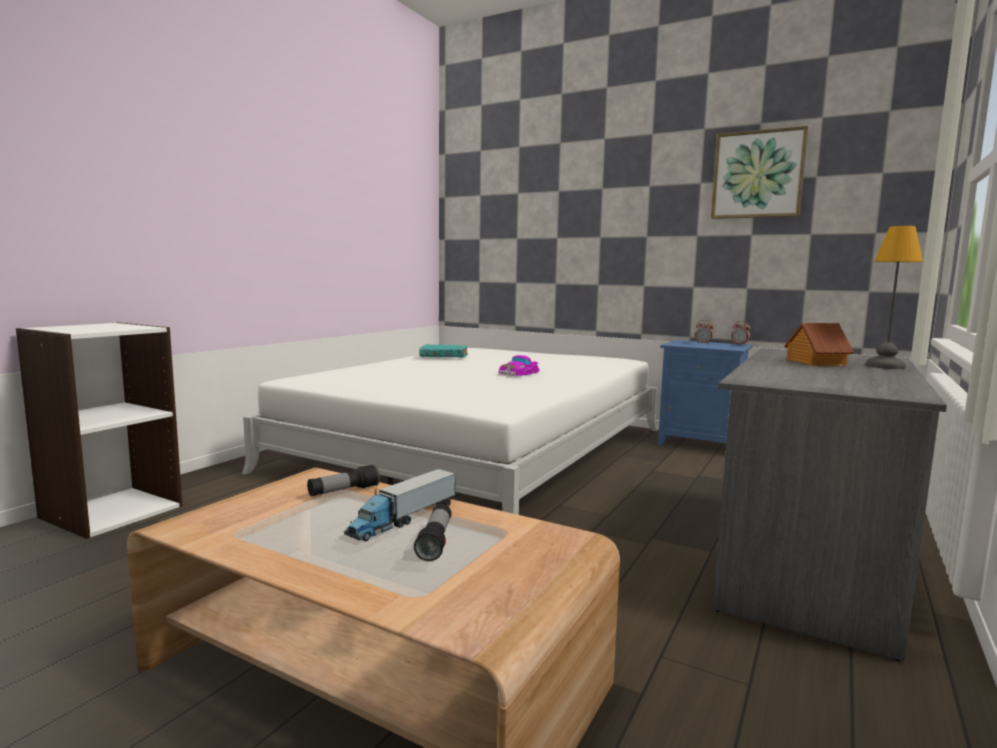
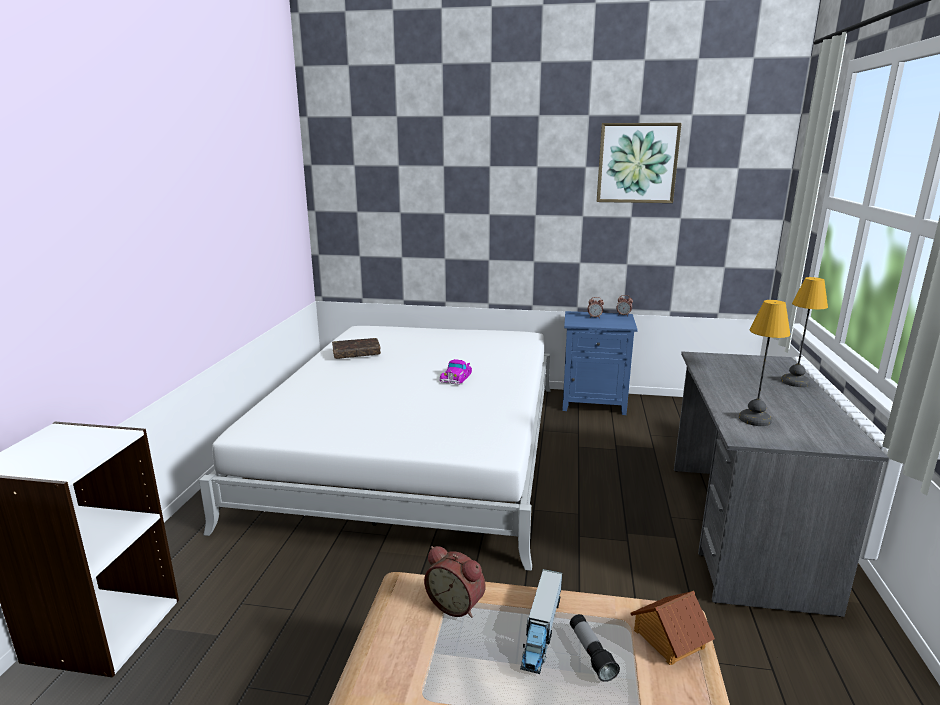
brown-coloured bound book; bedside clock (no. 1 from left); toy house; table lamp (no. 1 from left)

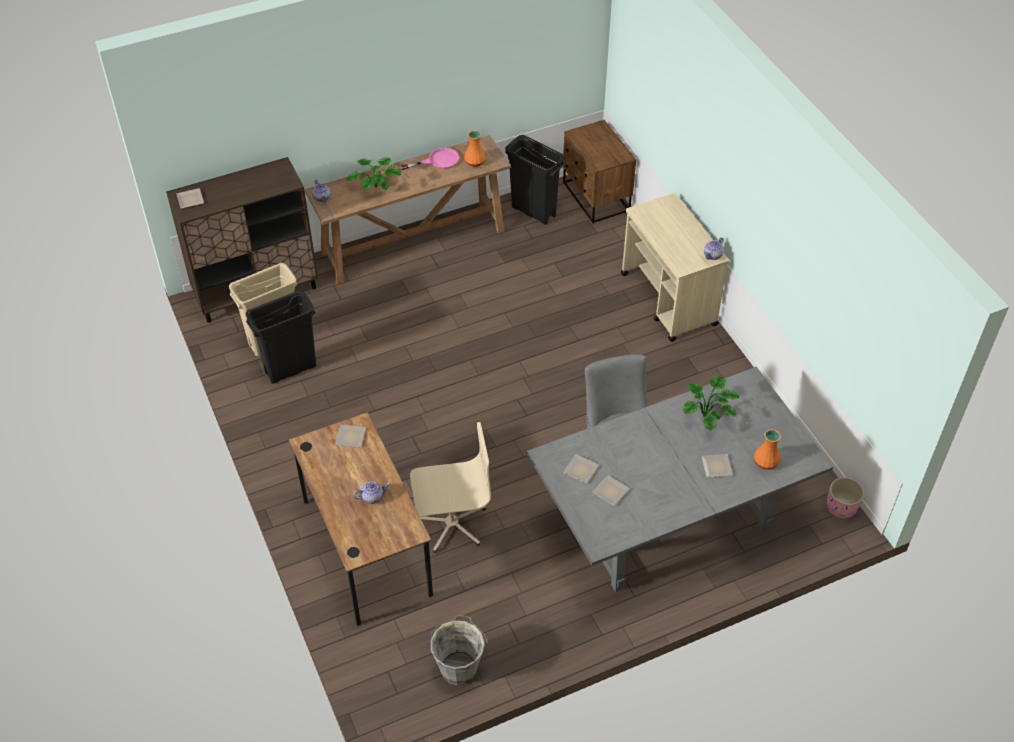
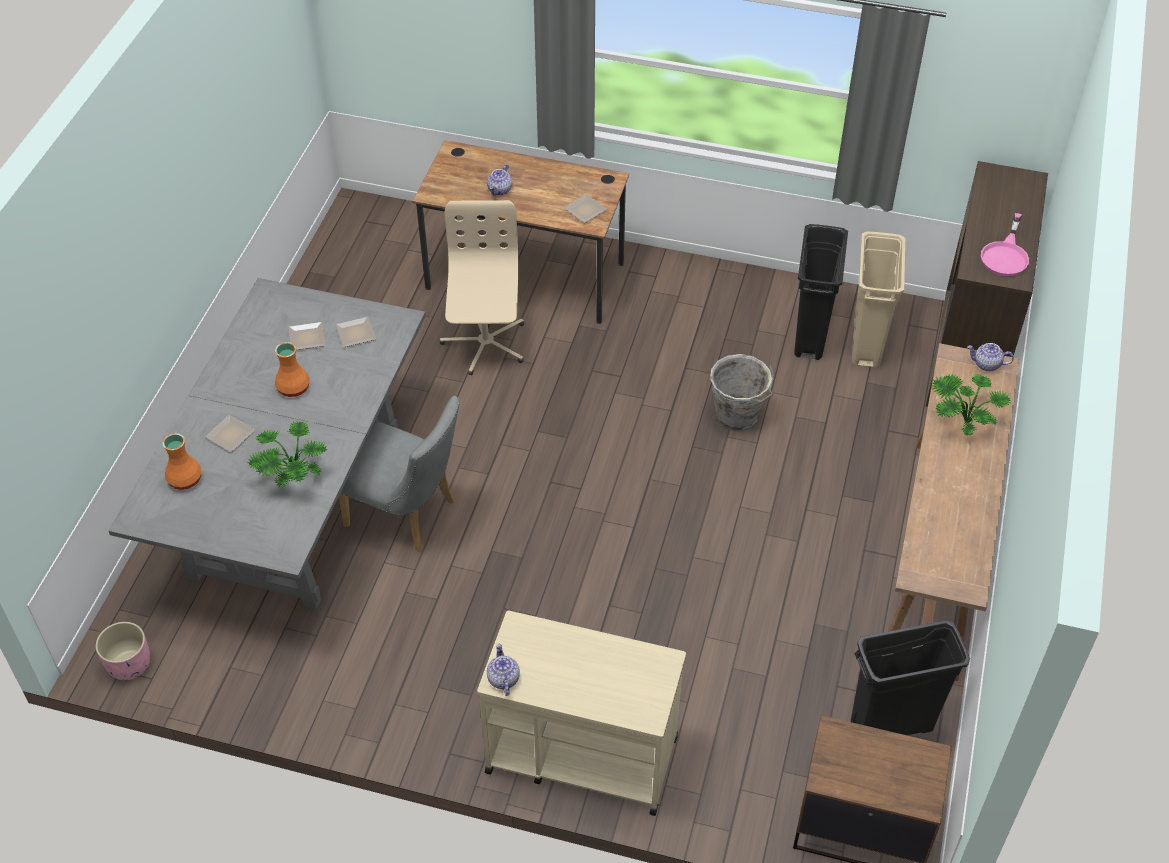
orange flower vase (no. 2 from left); beige office chair; greyish pail; pink pan; plate (no. 1 from left in the first image)

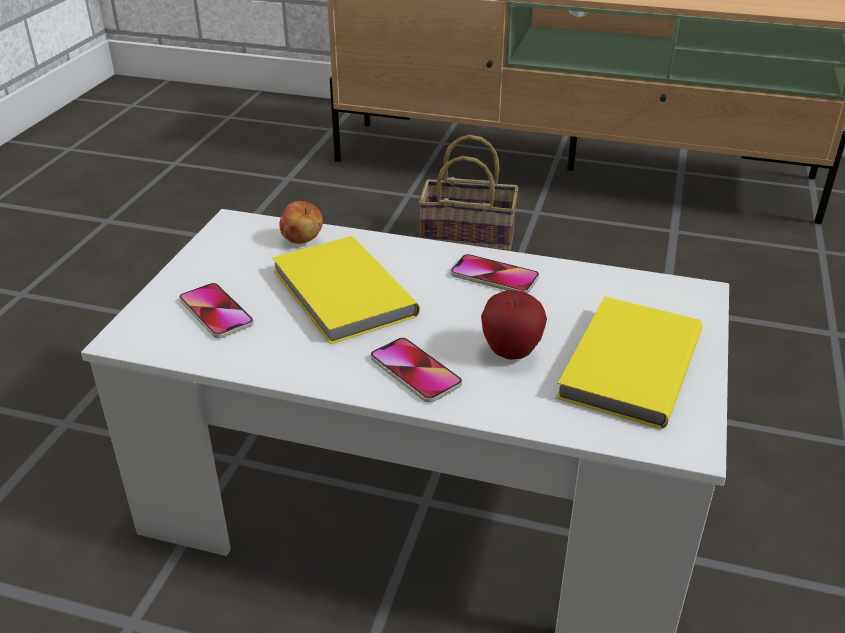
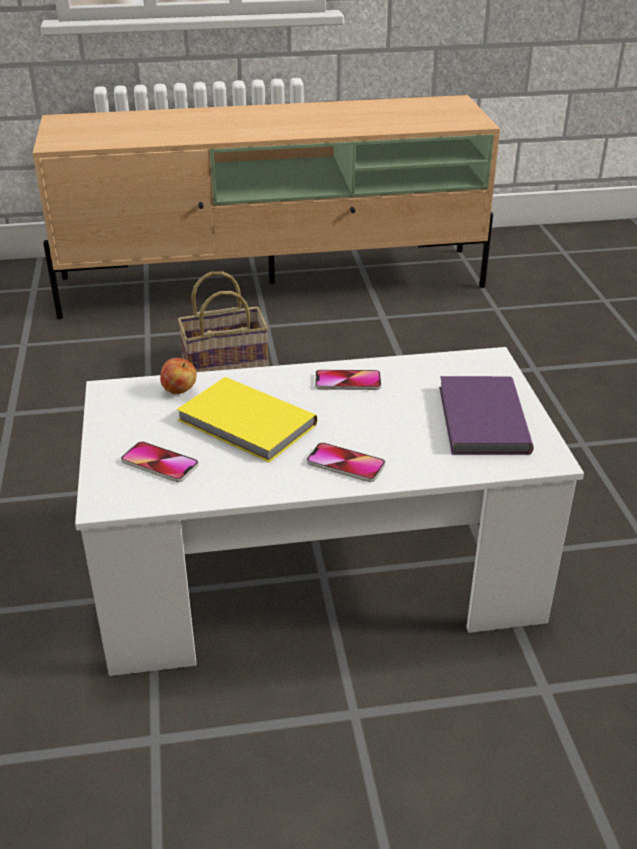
purple-coloured bound book; apple (no. 2 from left in the first image)

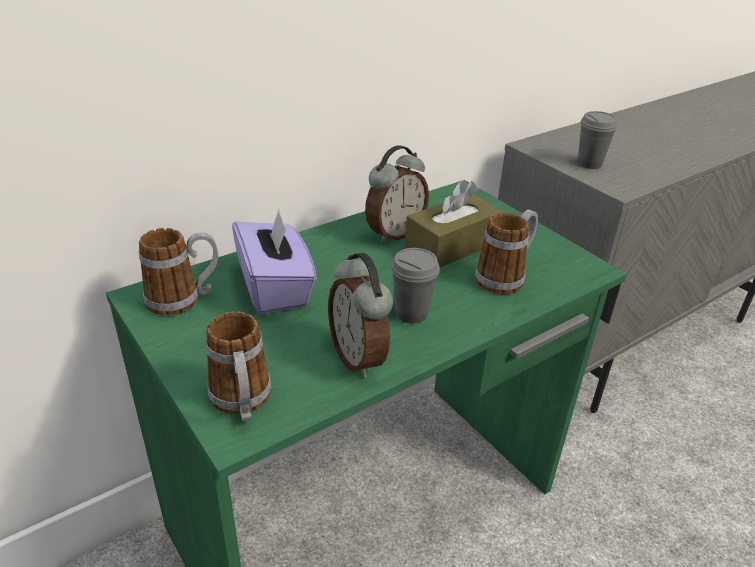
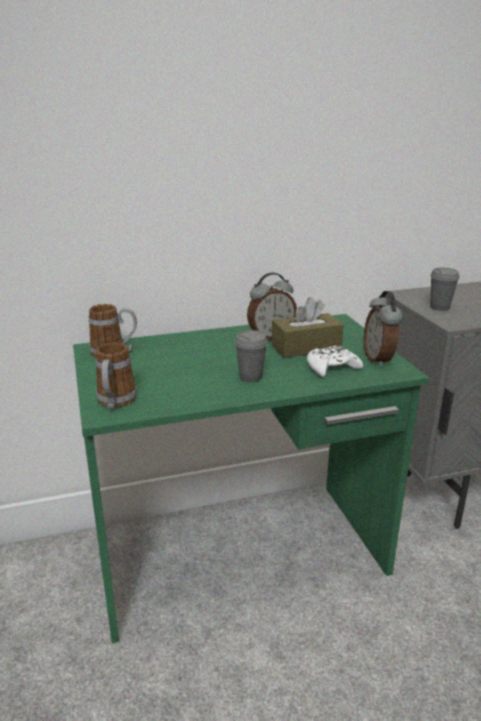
white game controller; bedside clock (no. 2 from left); purple-coloured tissue box

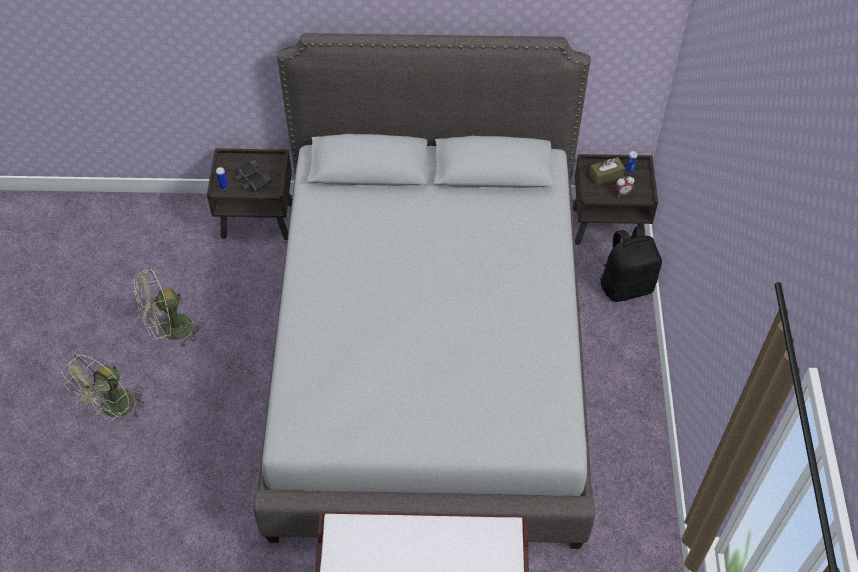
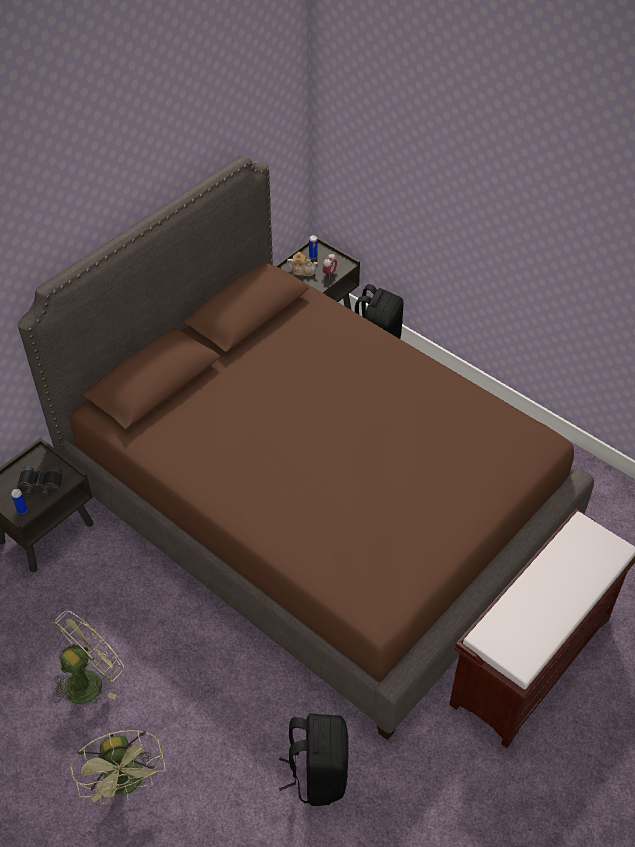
brown-coloured sleeping bed; greenish cooling fan (no. 1 from left); black-coloured backpack (no. 1 from left); teapot

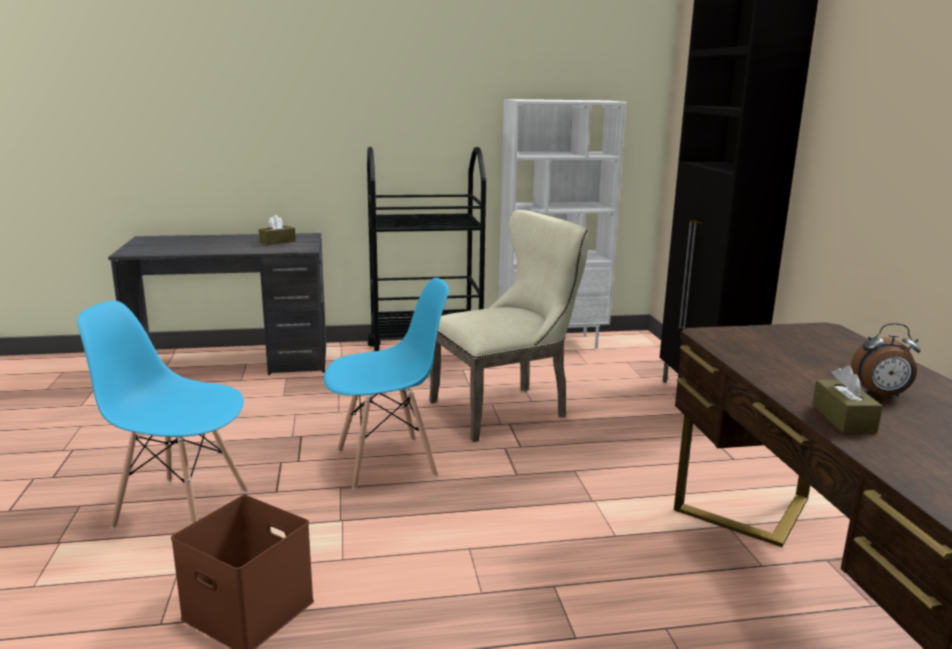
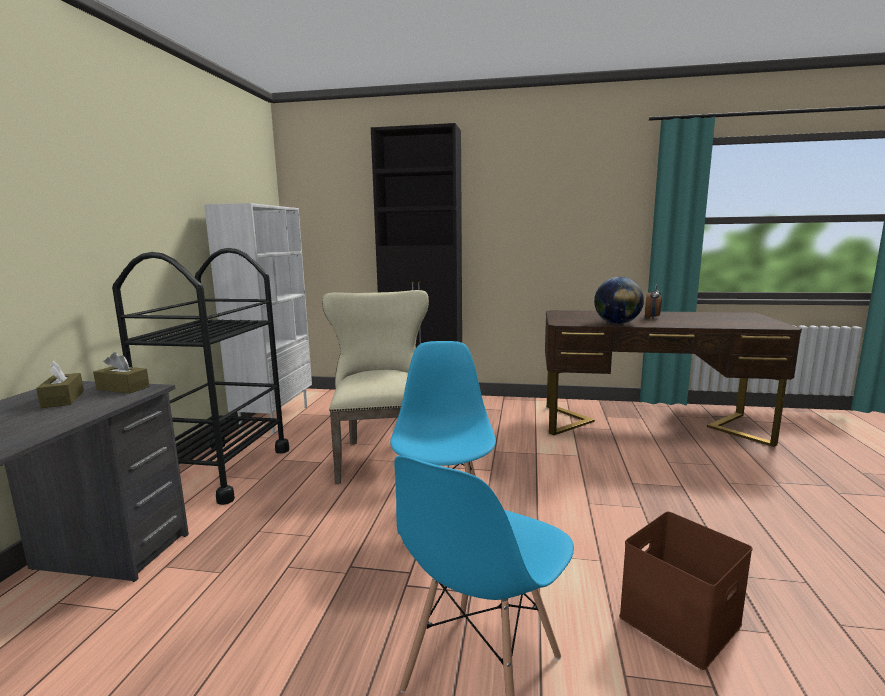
brown-coloured tissue box (no. 2 from left); desk globe

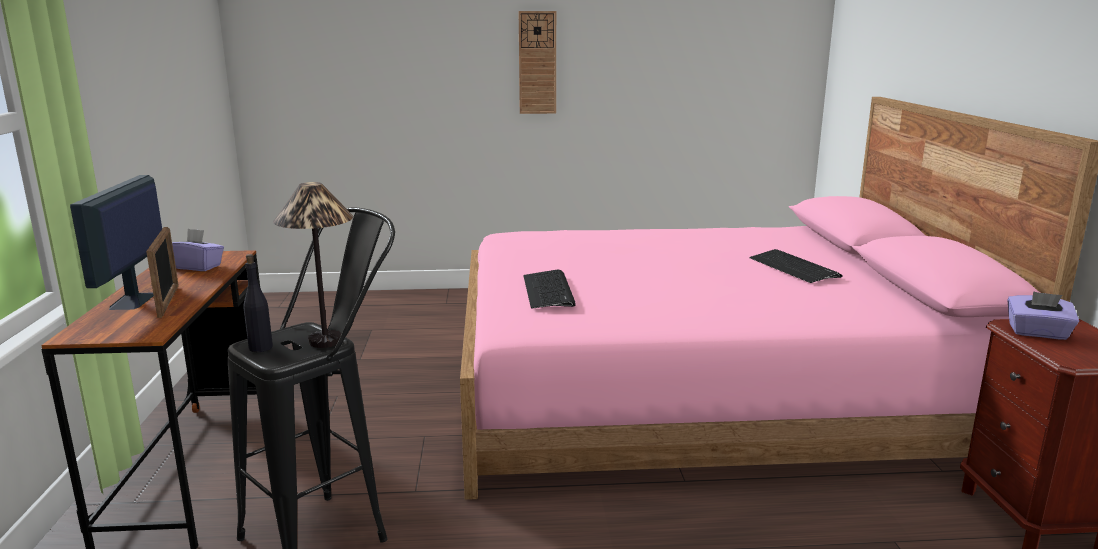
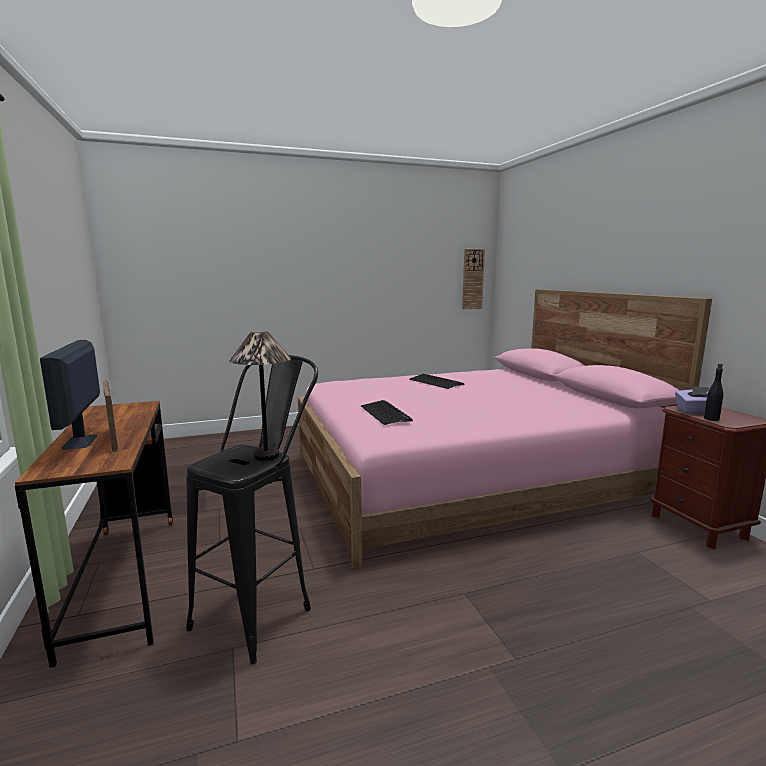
PC keyboard (no. 2 from left); clock on the wall; black-coloured bottle; purple-coloured tissue box (no. 1 from left in the first image)

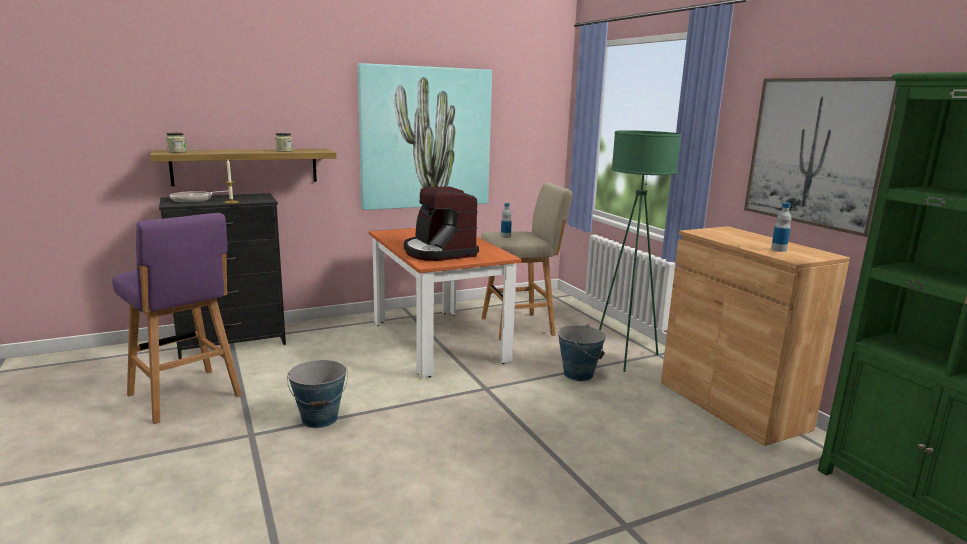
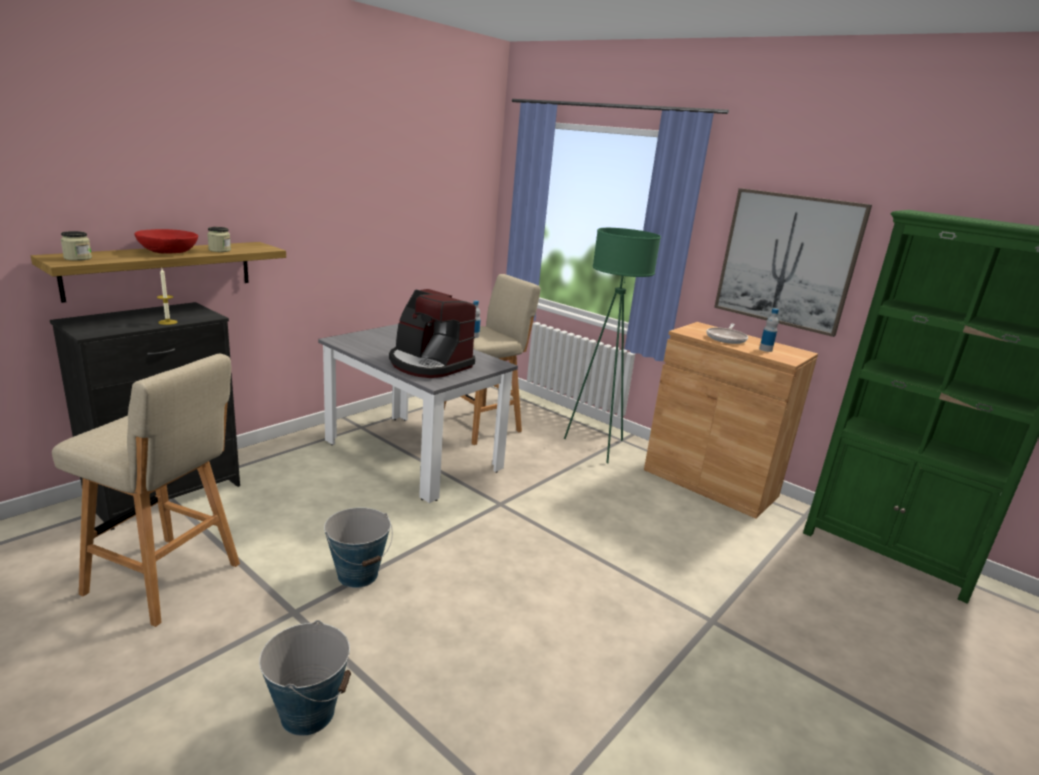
beige sitting stool (no. 1 from left); reddish deep dish; pail (no. 1 from left); greyish kitchen table; pan; wall picture (no. 1 from left in the first image)

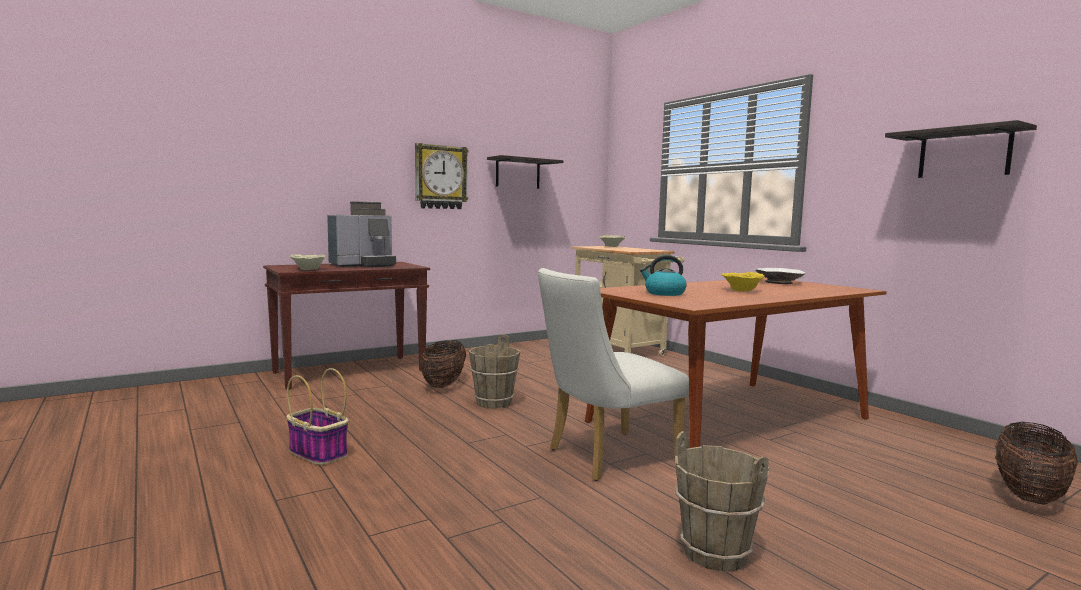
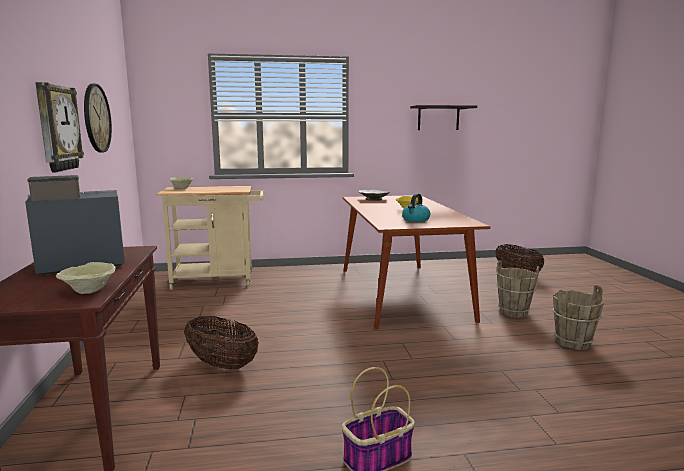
coffee machine; clock on the wall (no. 2 from left); brown-coloured pail (no. 1 from left); white upright chair

